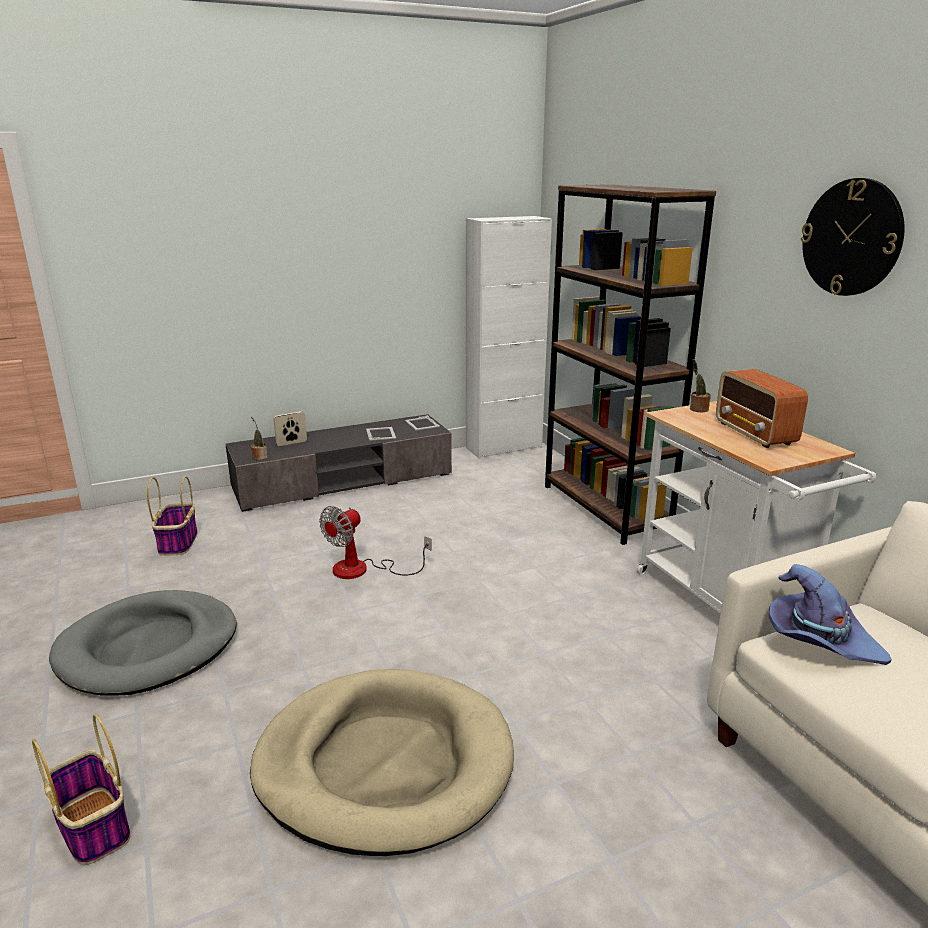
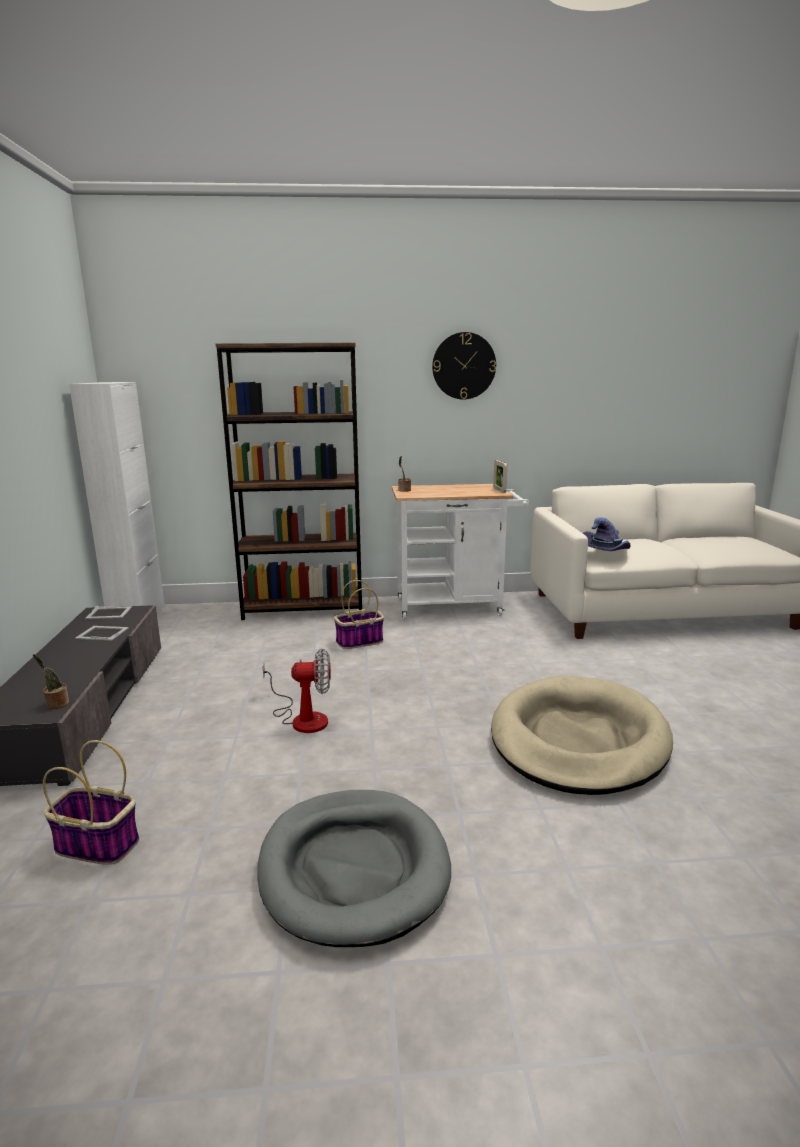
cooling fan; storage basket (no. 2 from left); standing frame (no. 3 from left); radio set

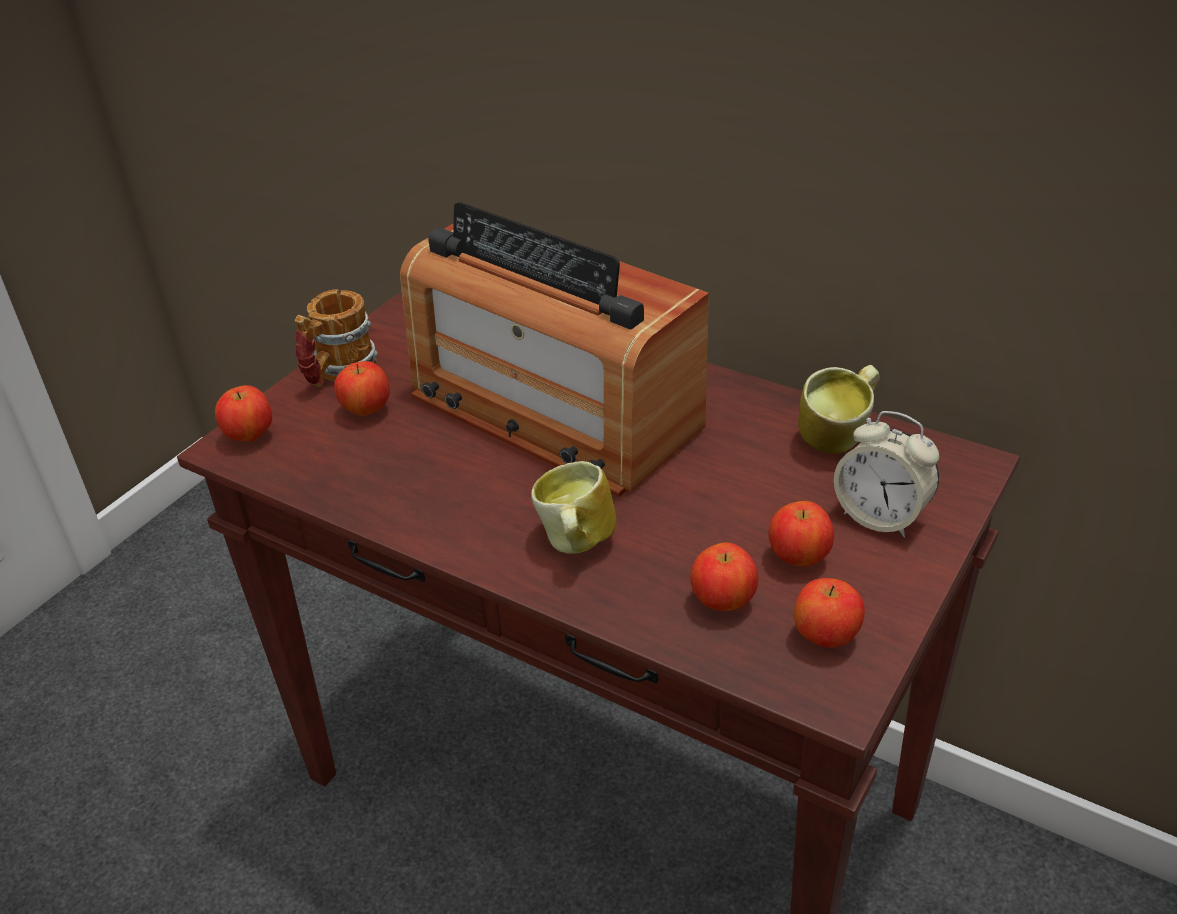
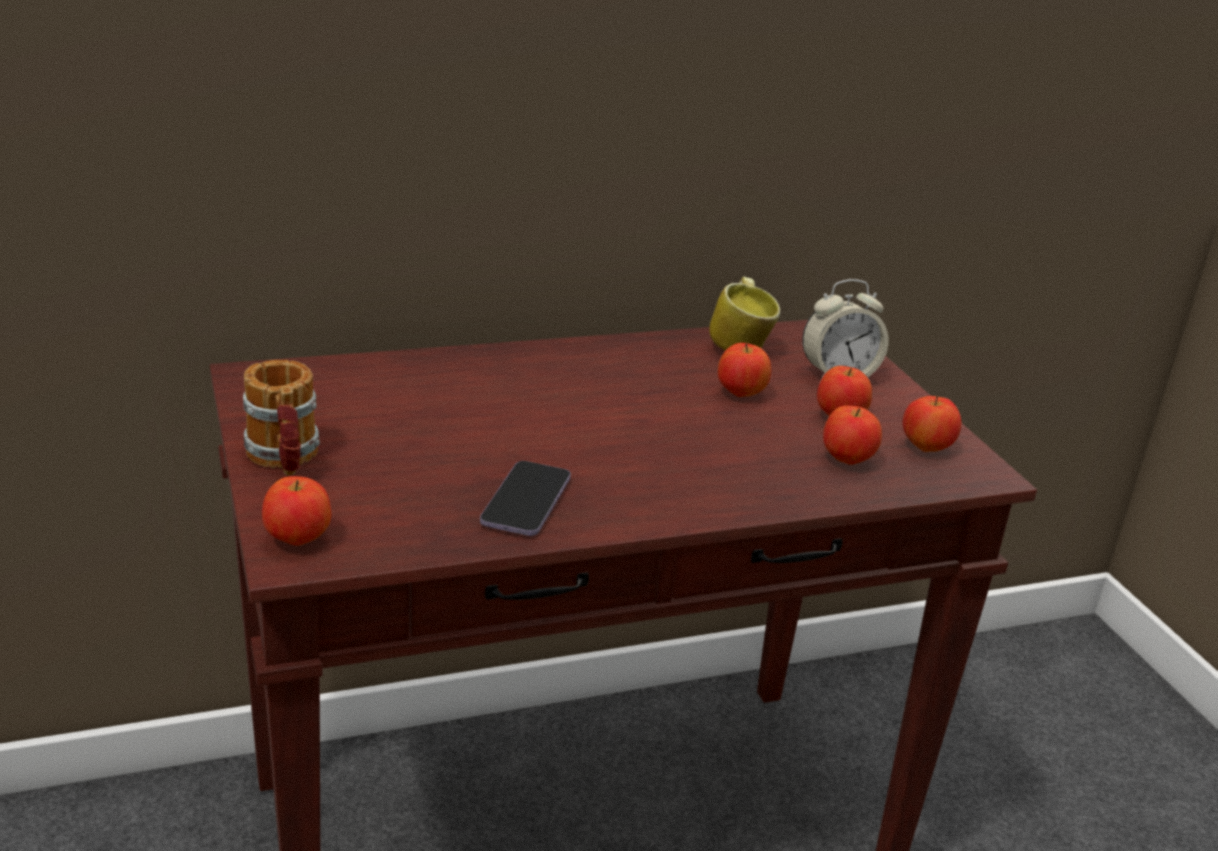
handset; apple (no. 2 from left); radio set; mug (no. 2 from left in the first image)

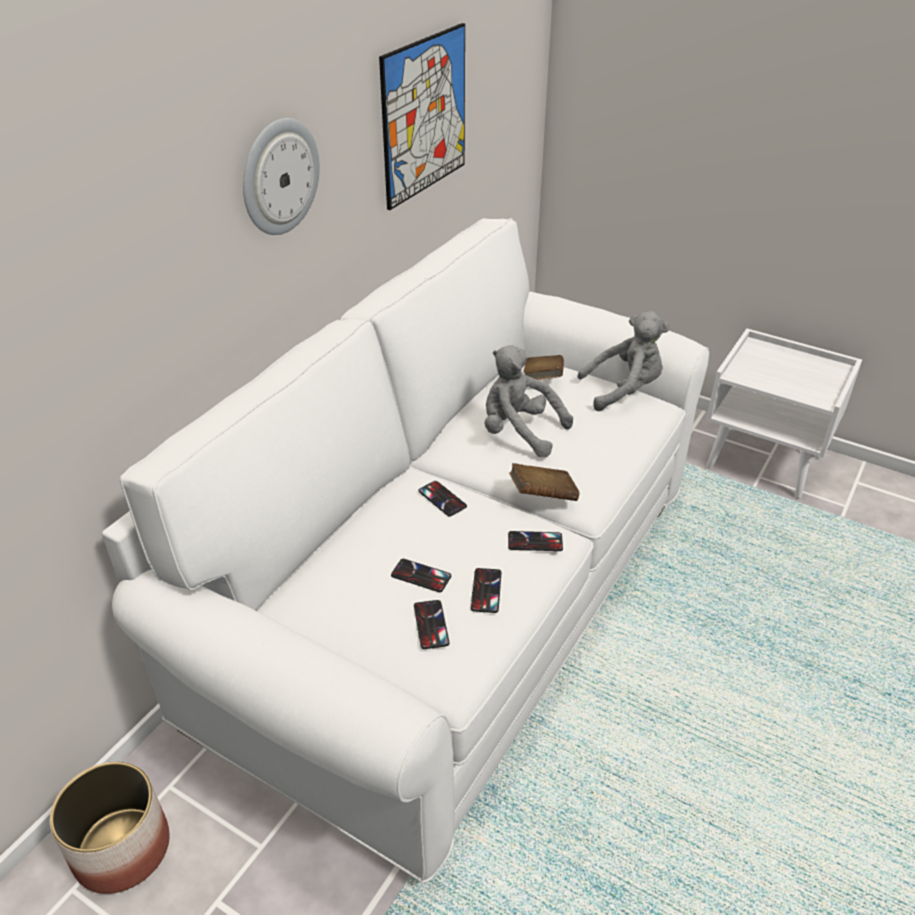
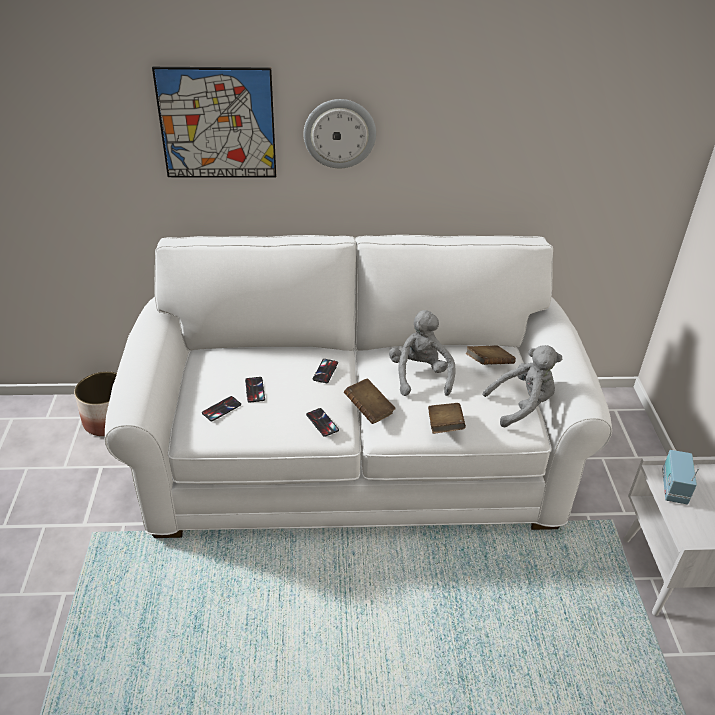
wall picture; brown-coloured bound book (no. 2 from left); greyish plush toy (no. 2 from left); radio set; handset (no. 4 from left in the first image)

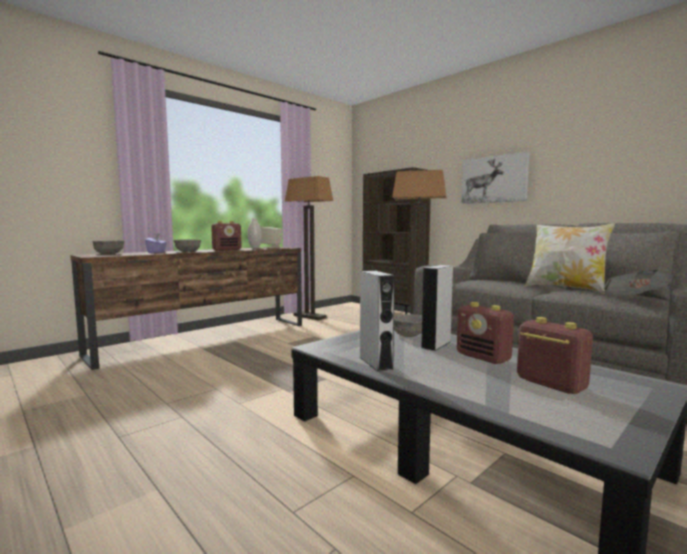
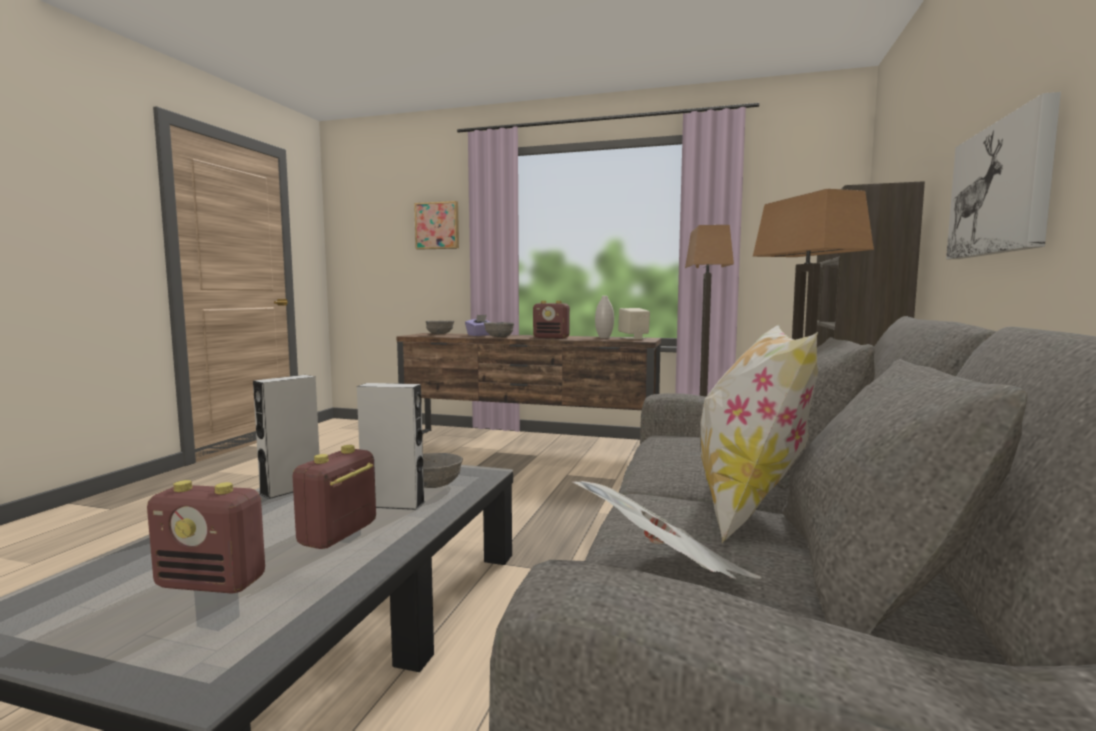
radio set (no. 1 from left); wall picture (no. 1 from left)

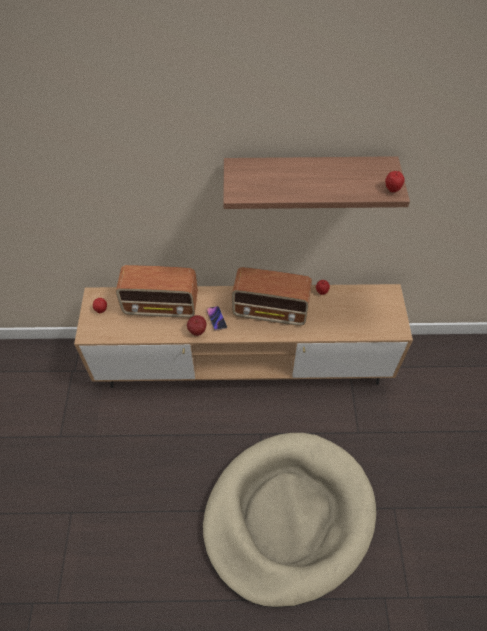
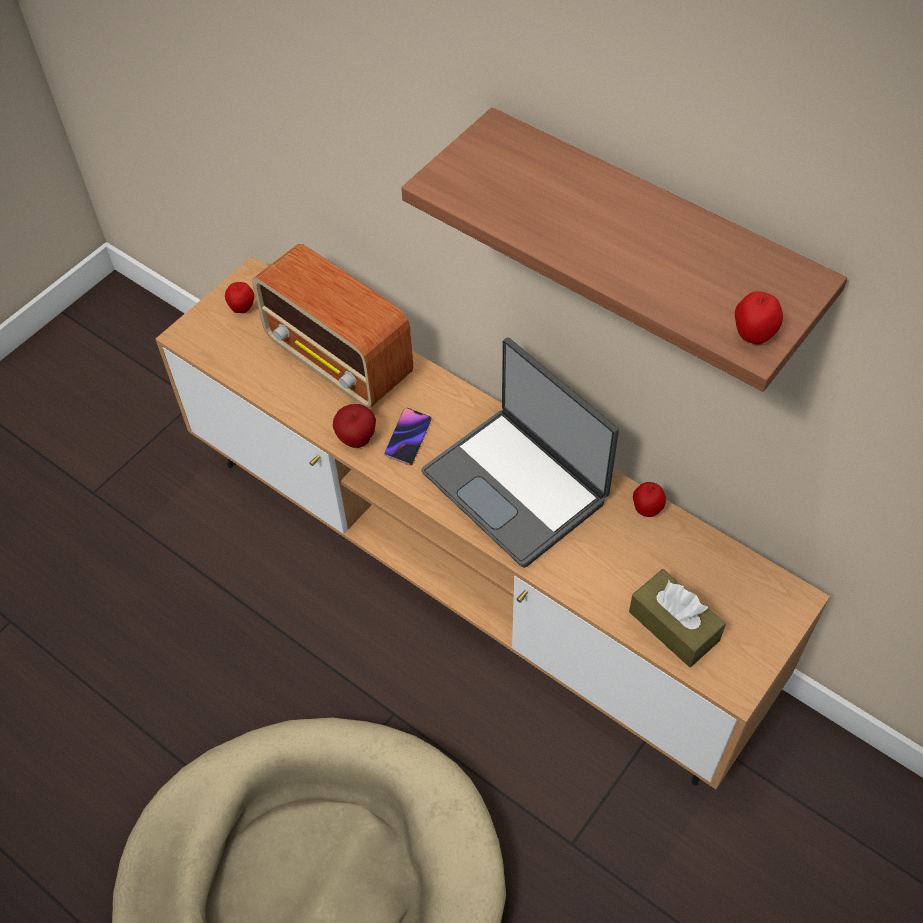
notebook computer; brown-coloured tissue box

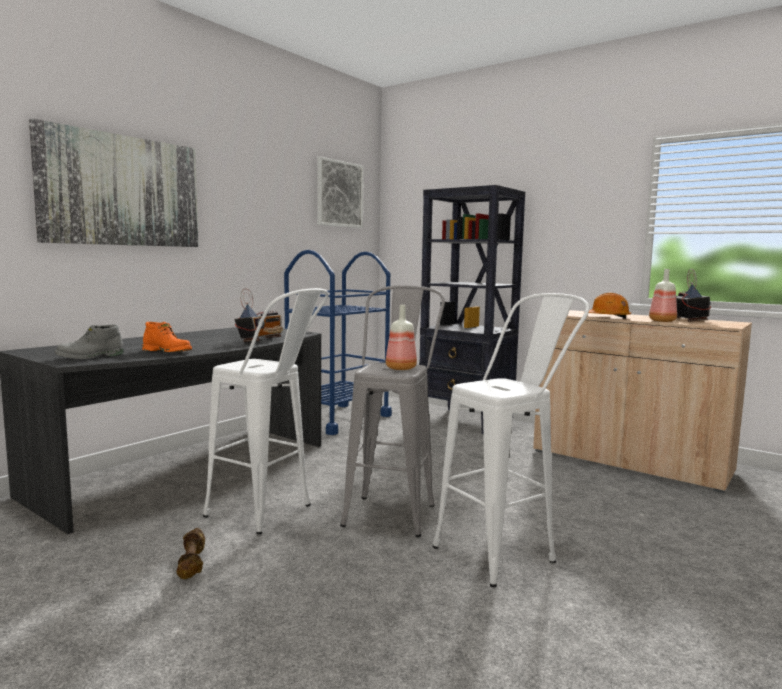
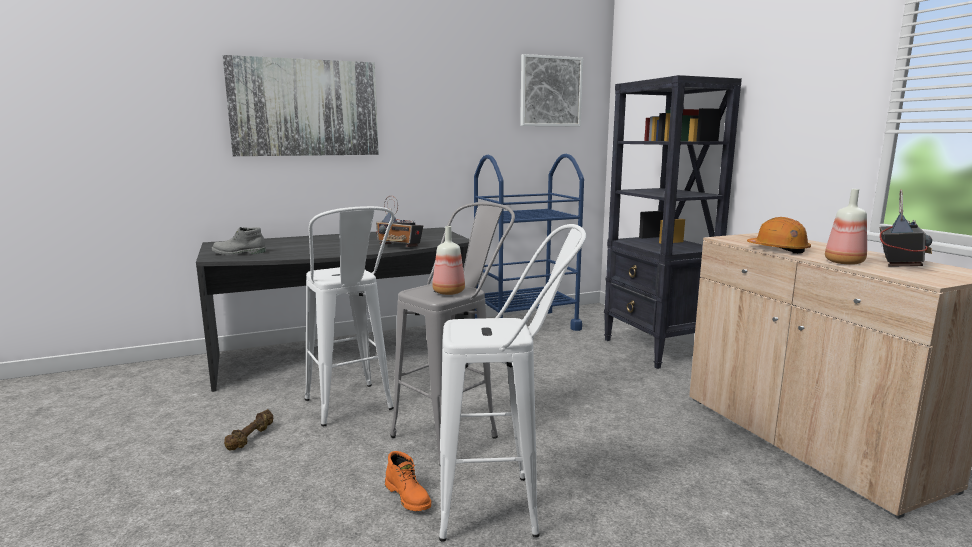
radio set (no. 1 from left); orange tall boot

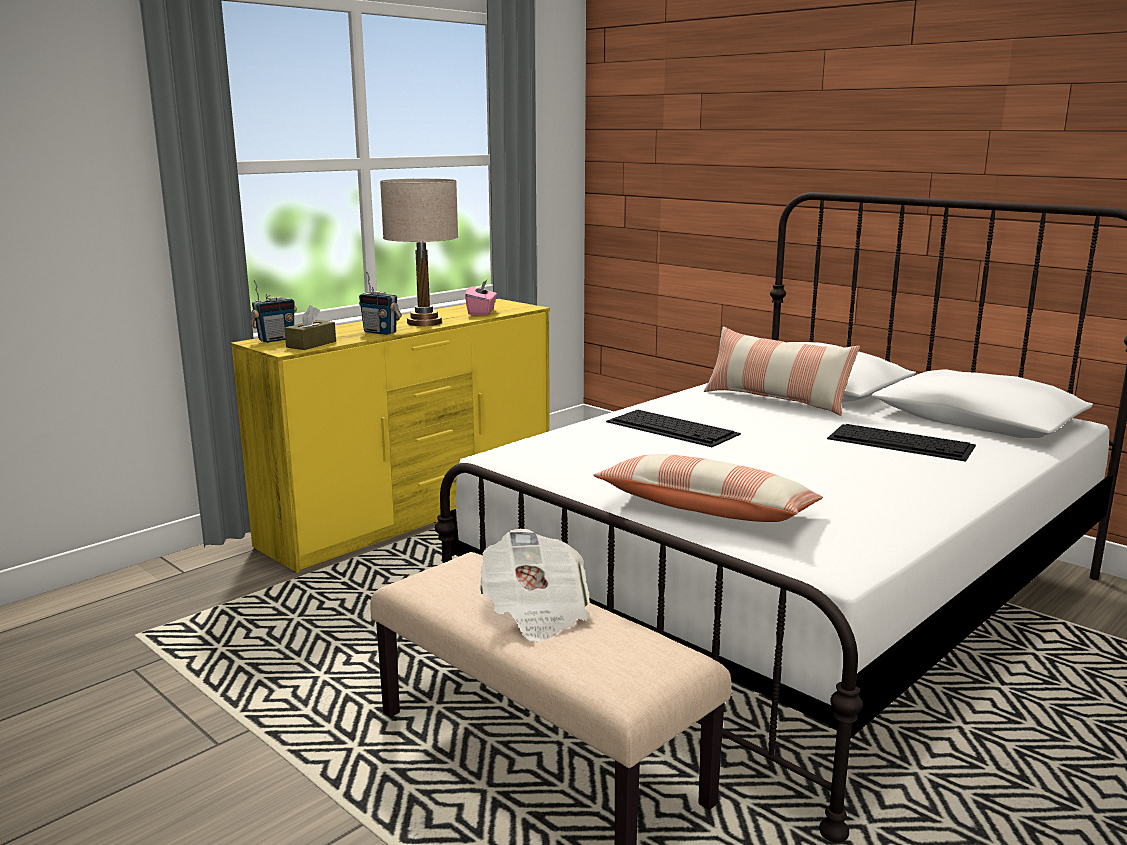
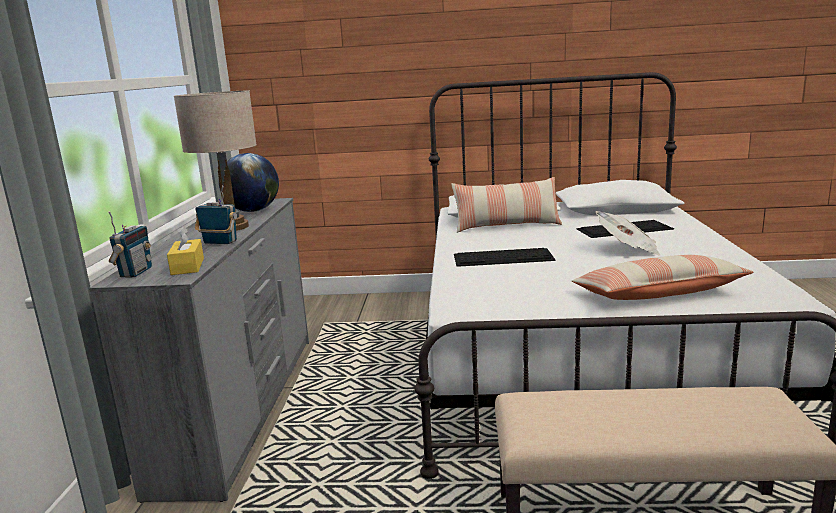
greyish chest of drawers; yellow tissue box; radio set (no. 2 from left); desk globe; newspaper

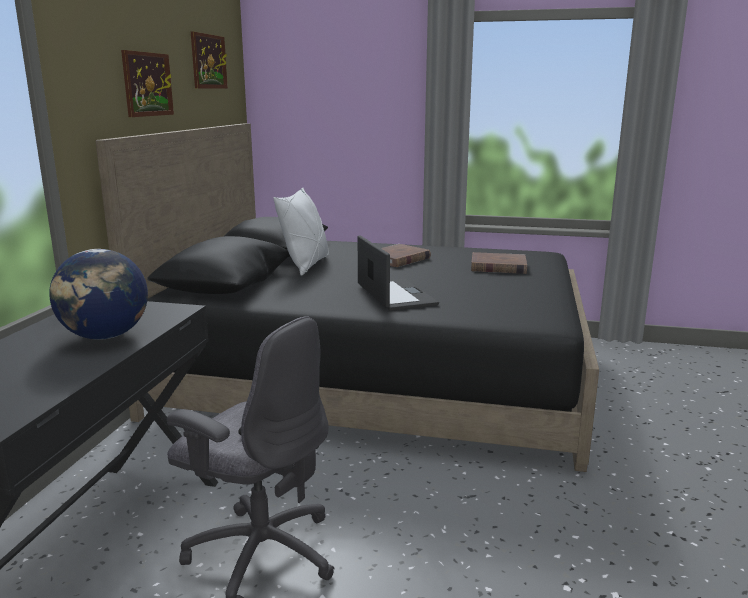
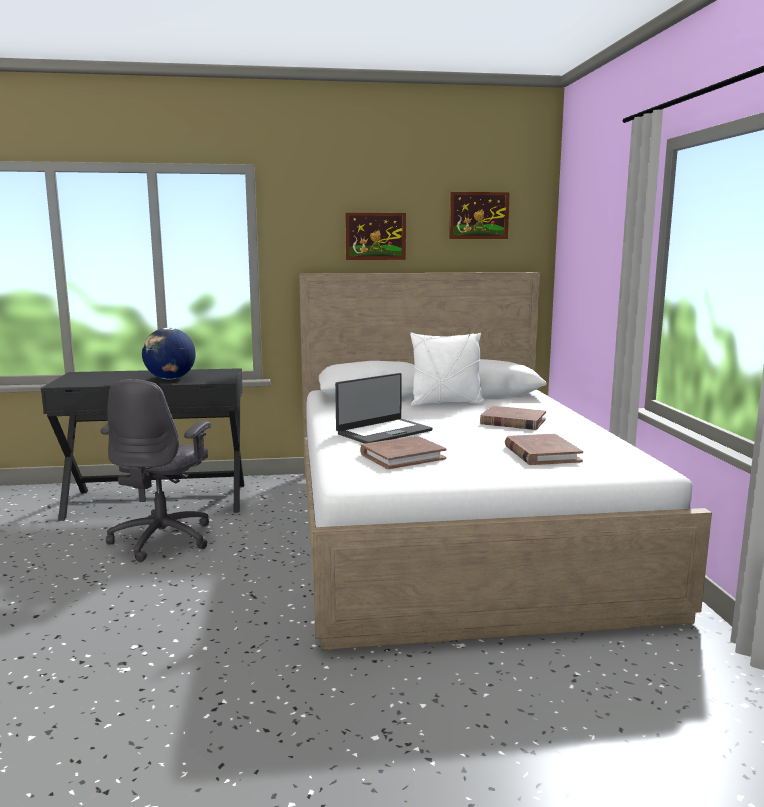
white sleeping bed; brown-coloured bound book (no. 1 from left)

